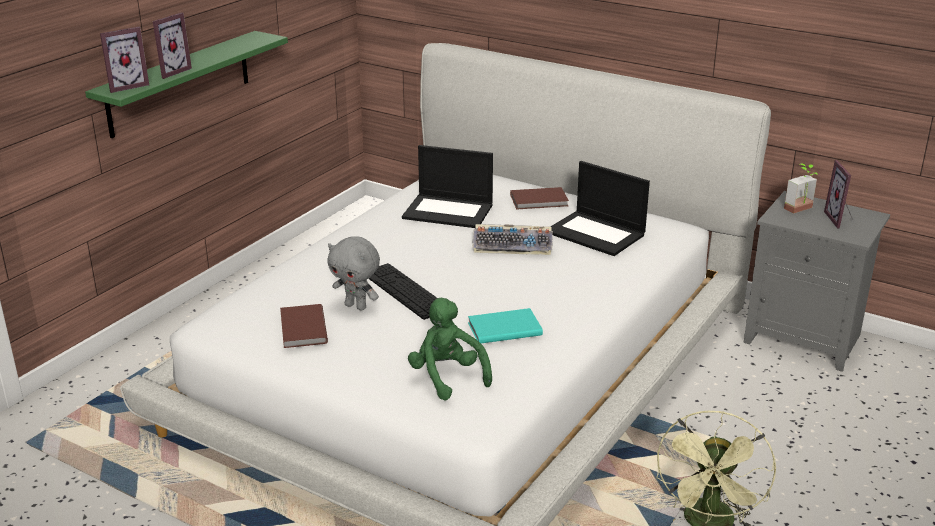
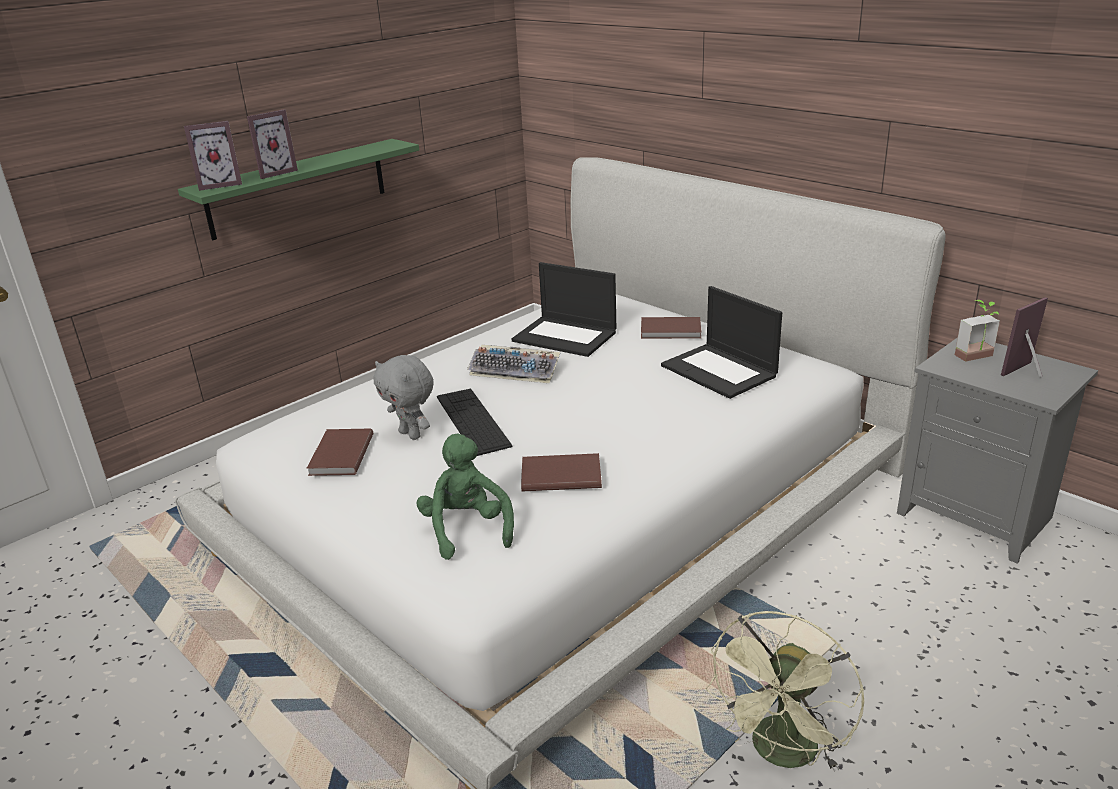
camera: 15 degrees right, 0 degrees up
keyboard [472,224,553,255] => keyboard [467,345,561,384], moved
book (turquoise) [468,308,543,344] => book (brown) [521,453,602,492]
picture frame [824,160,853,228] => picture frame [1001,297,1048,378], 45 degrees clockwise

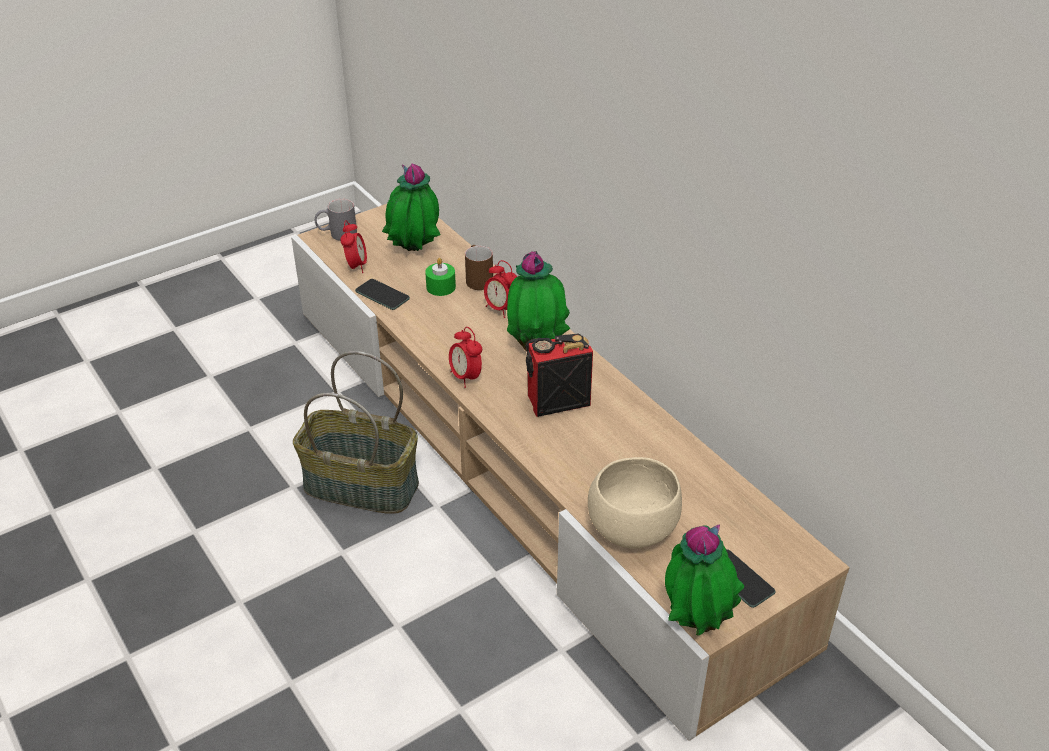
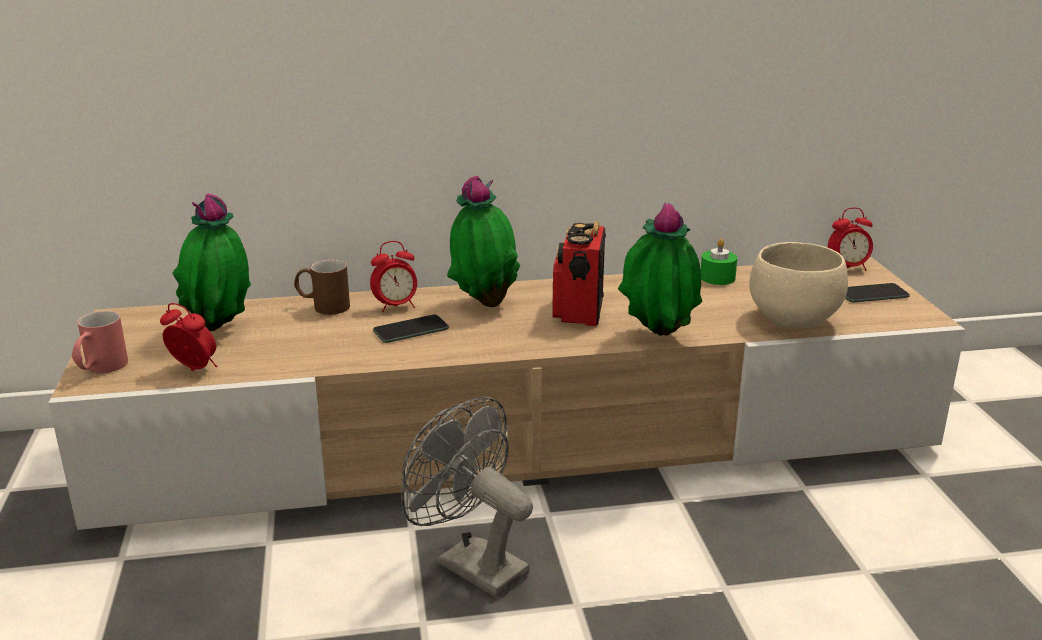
camera: 65 degrees left, 15 degrees down
phone [355,279,410,310] => phone [373,315,449,343], moved
candle (green) [425,258,456,296] => candle (green) [701,238,737,285], moved
alarm clock [449,327,482,388] => alarm clock [828,207,873,271], moved
potted plant [665,524,744,636] => potted plant [618,203,702,336], moved
basket [293,351,419,514] => fan (grey) [401,397,533,598]
mug (grey) [315,199,357,241] => mug (red) [72,311,128,373]

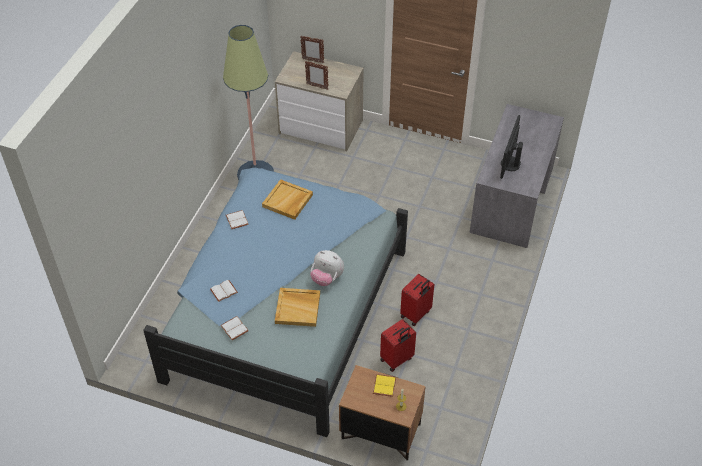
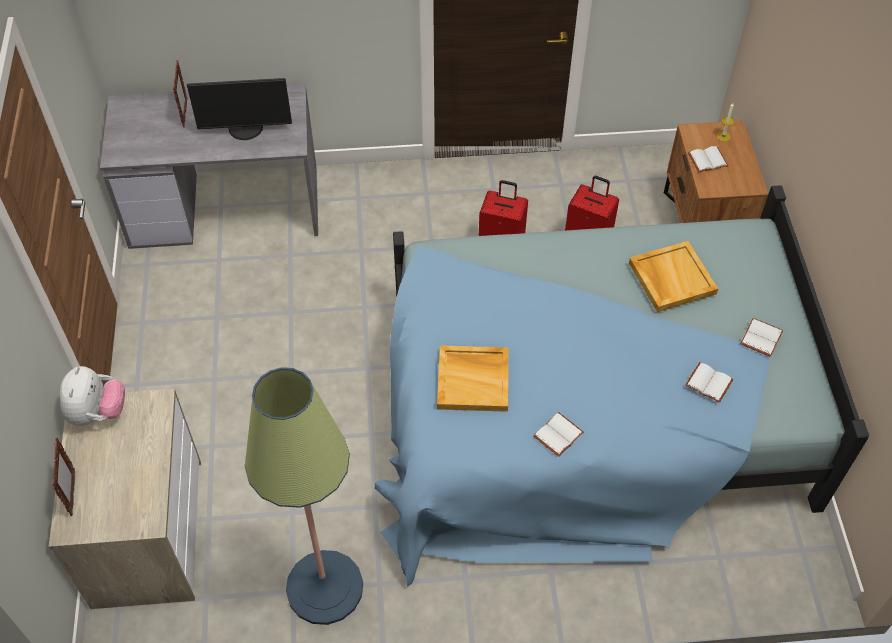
camera: 115 degrees left, 5 degrees up
picture frame [305,61,328,90] => picture frame [173,60,188,127], moved
plush toy [310,250,344,286] => plush toy [60,366,125,426], moved
book (yellow) [373,374,396,397] => book (white) [688,146,728,172]

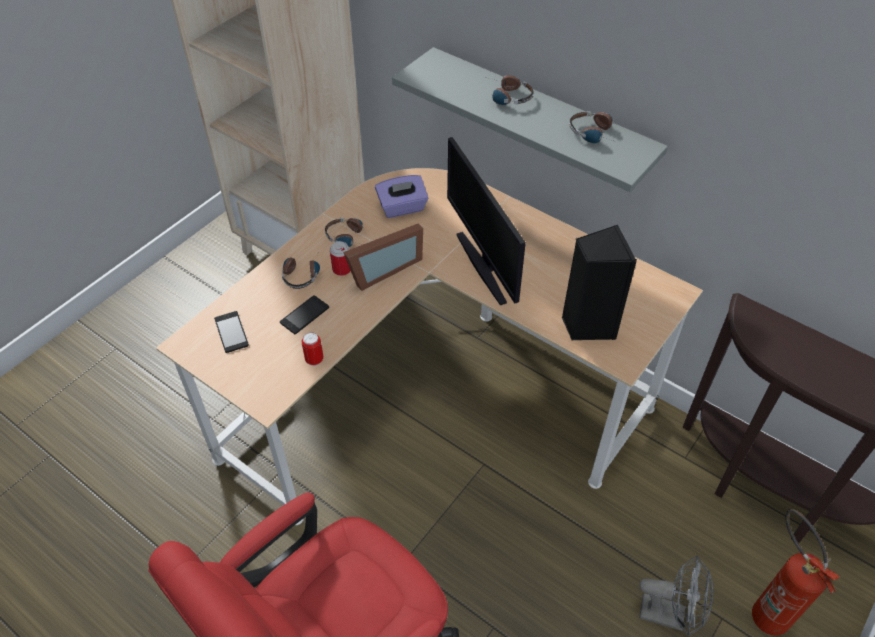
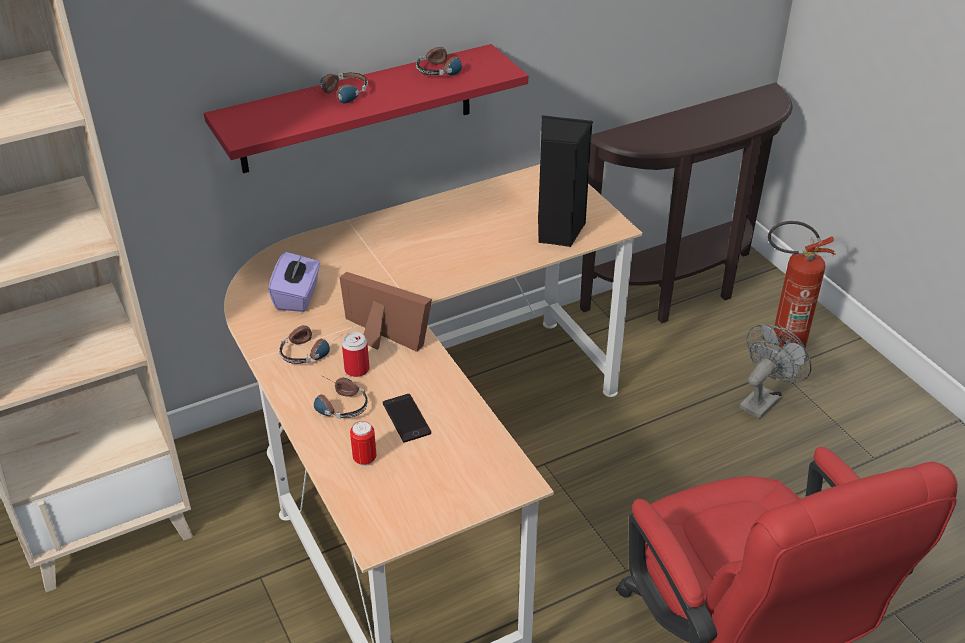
camera: 65 degrees left, 10 degrees down
phone [214,311,249,353] => nothing
monitor [447,137,526,305] => nothing
can [302,332,323,366] => can [350,421,376,466], moved
shelf (grey) [392,47,668,192] => shelf (red) [204,44,528,173]
picture frame [343,224,423,291] => picture frame [339,272,432,352], 45 degrees counterclockwise

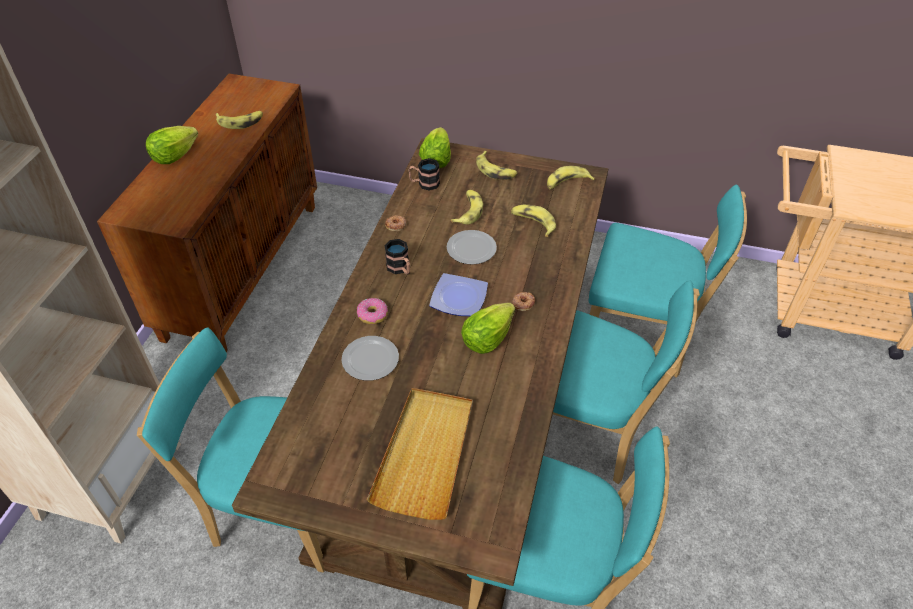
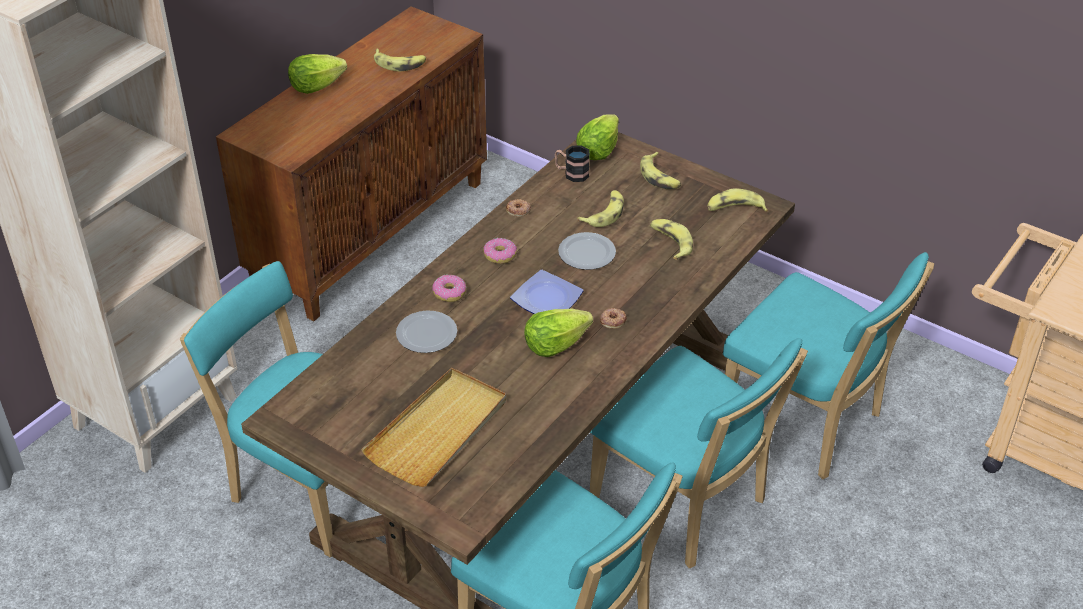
camera: 20 degrees right, 5 degrees down
mug [384,239,410,275] => donut [483,238,517,264]

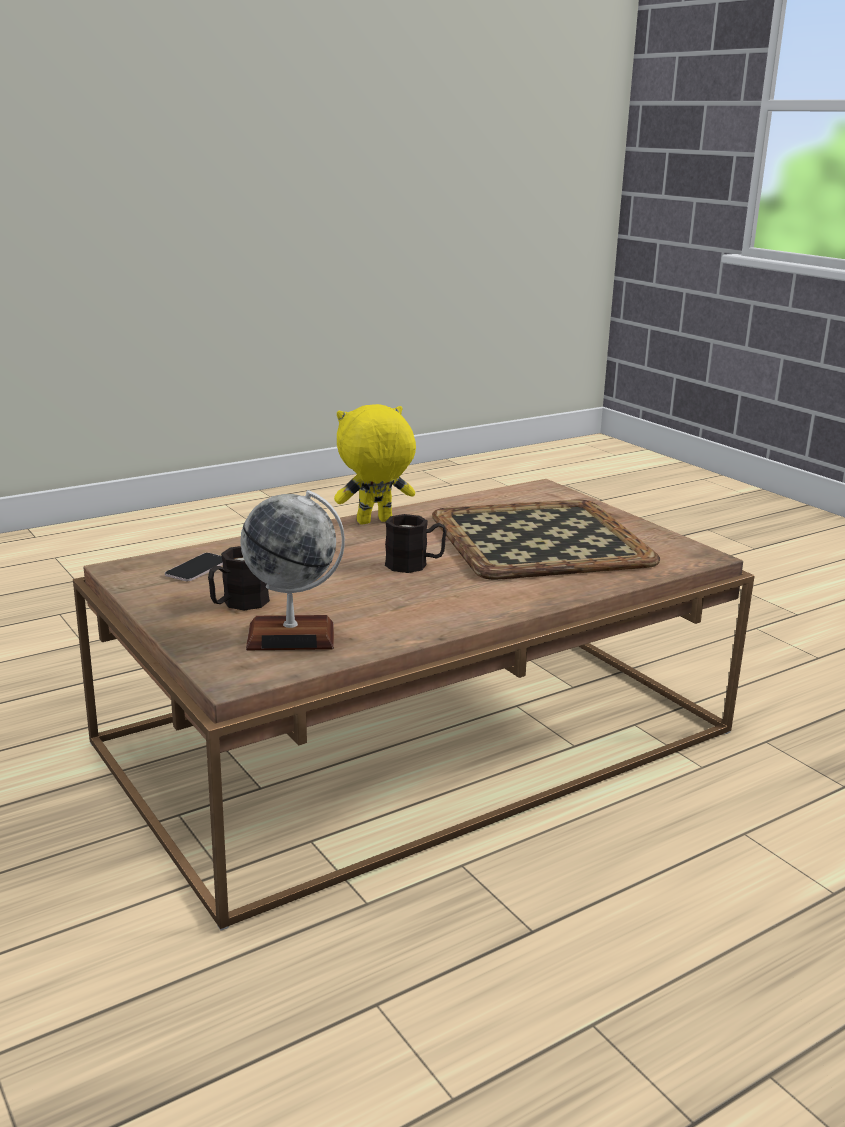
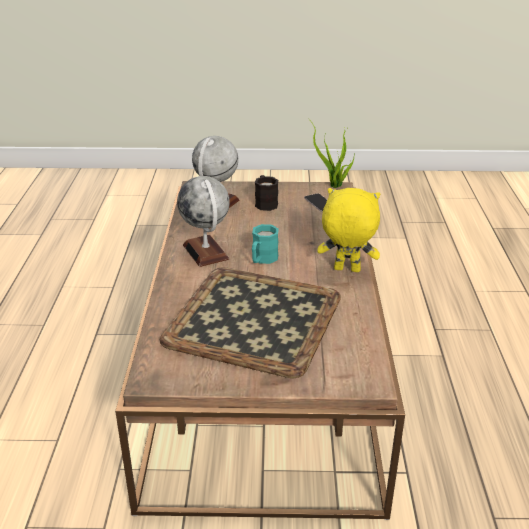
camera: 125 degrees right, 10 degrees up
nothing => globe [177,176,230,267]
nothing => potted plant [308,118,356,188]
mug (black) [385,514,447,573] => mug (turquoise) [252,224,279,264]
plush toy (yellow) [334,404,416,524] => plush toy (yellow) [317,188,380,272], 90 degrees counterclockwise

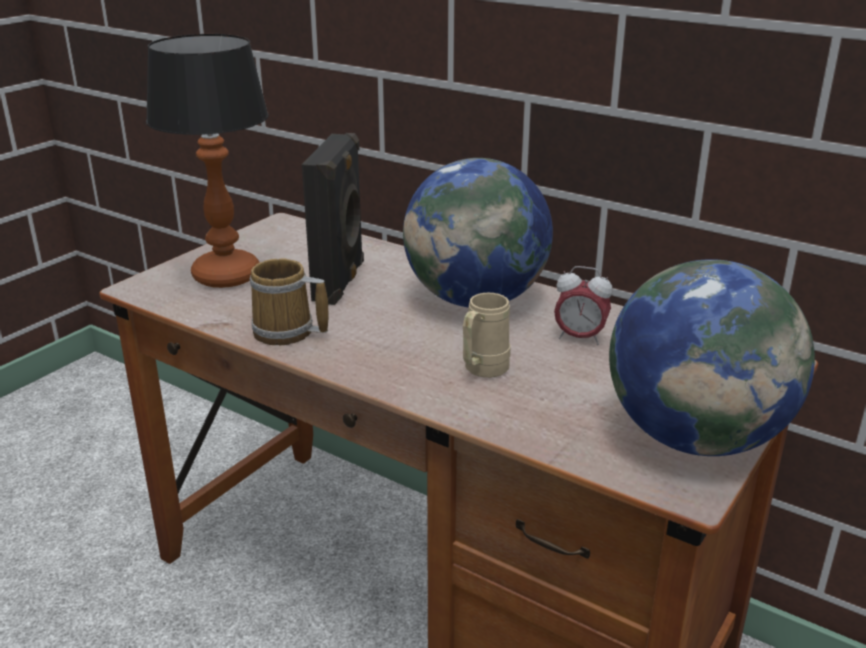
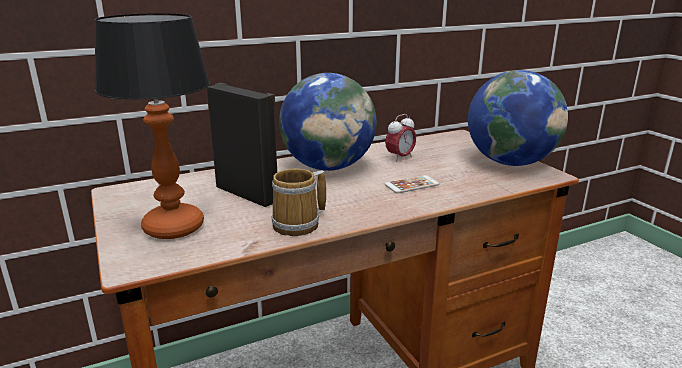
camera: 60 degrees left, 5 degrees down
mug (beige) [463,293,511,378] => phone [385,175,439,193]

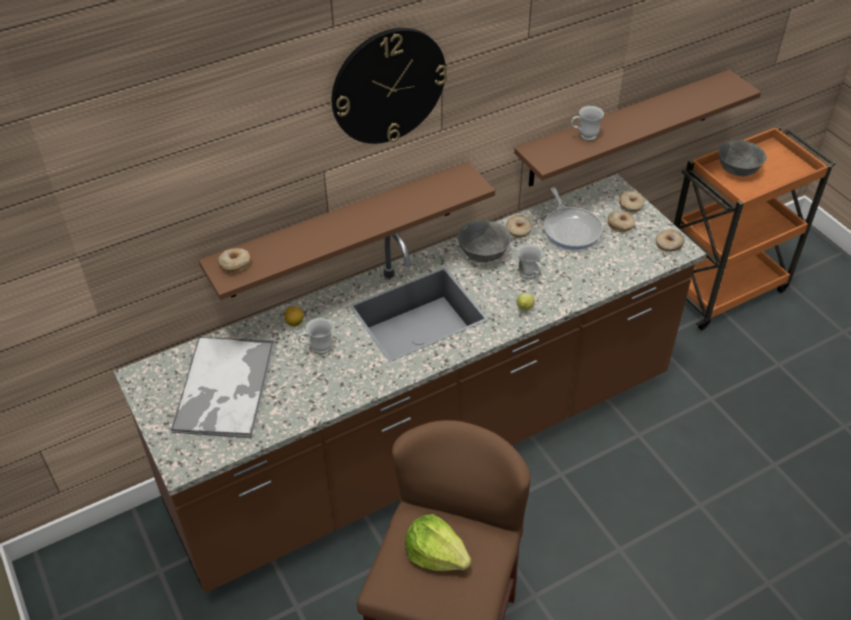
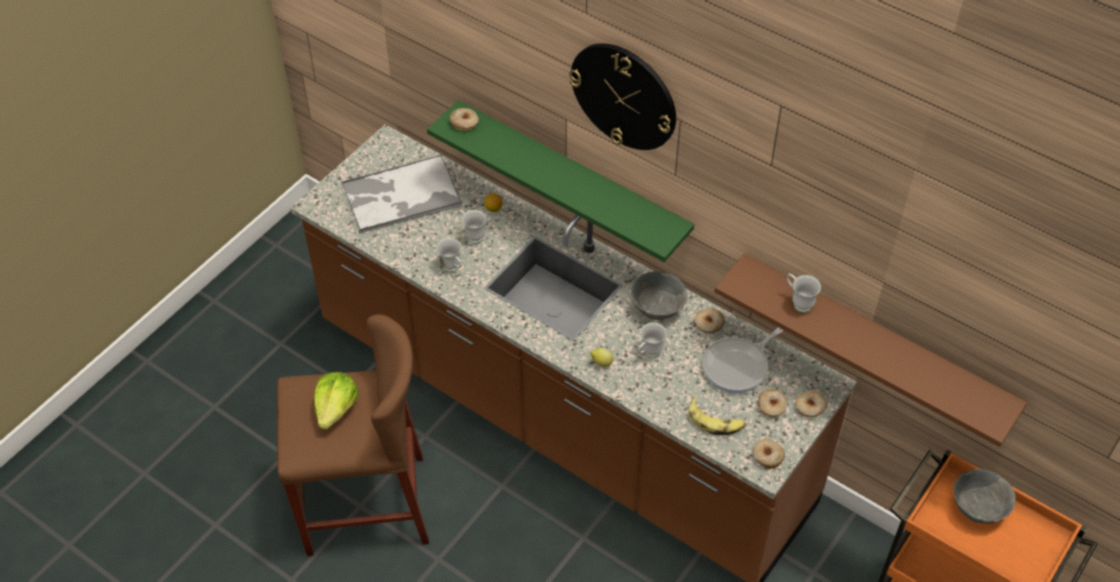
camera: 65 degrees right, 5 degrees up
nothing => mug (white) [436,238,462,272]
nothing => banana [688,397,745,435]
shelf (brown) [199,162,495,300] => shelf (green) [427,100,694,262]

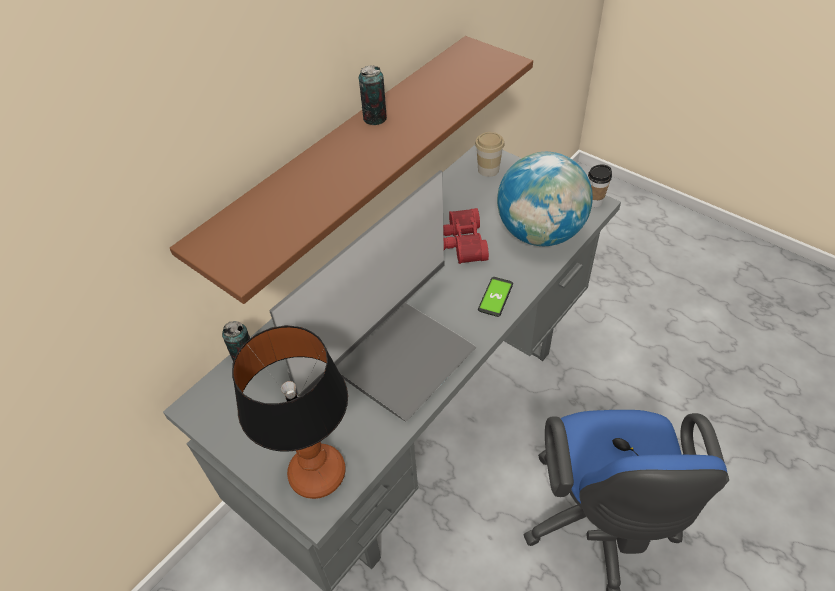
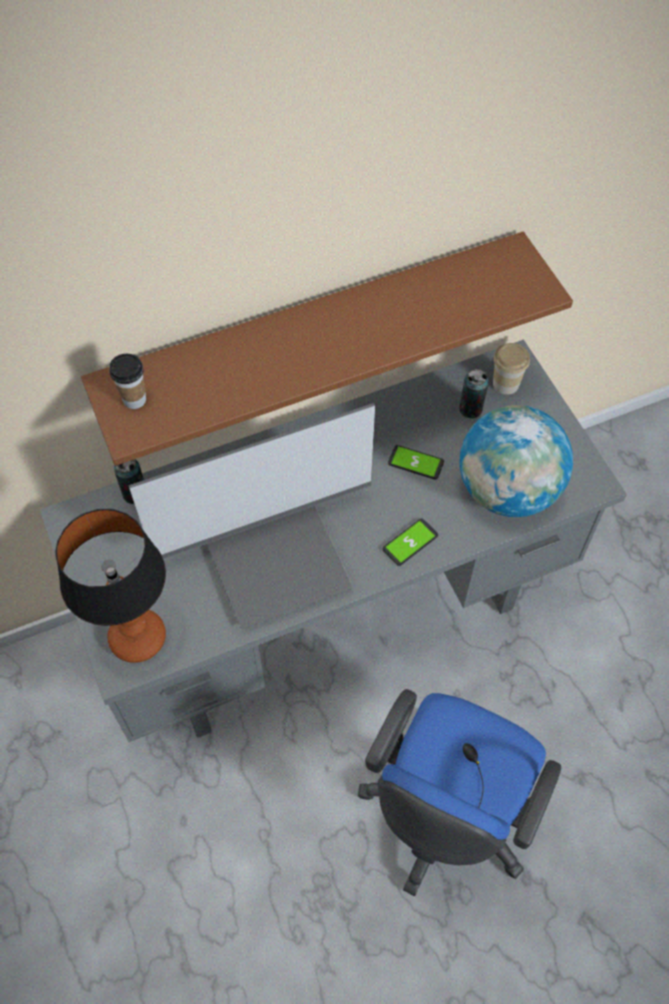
camera: 25 degrees right, 10 degrees up
can [359,65,387,125] => can [459,369,489,419], moved
cup [588,164,612,207] => cup [109,354,146,409], moved
binoculars (red) [443,208,489,264] => phone [388,445,444,480]

